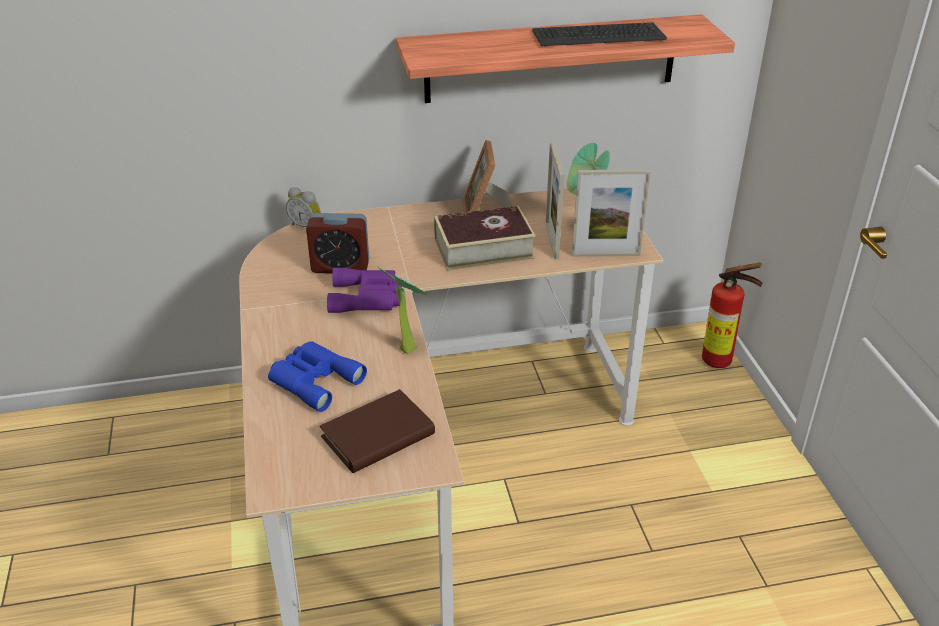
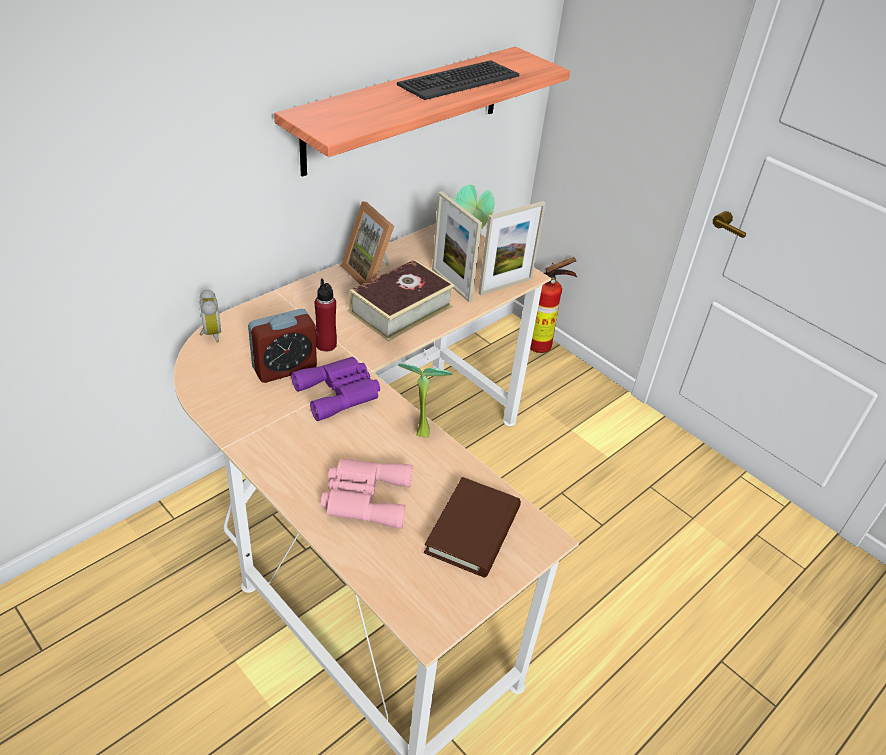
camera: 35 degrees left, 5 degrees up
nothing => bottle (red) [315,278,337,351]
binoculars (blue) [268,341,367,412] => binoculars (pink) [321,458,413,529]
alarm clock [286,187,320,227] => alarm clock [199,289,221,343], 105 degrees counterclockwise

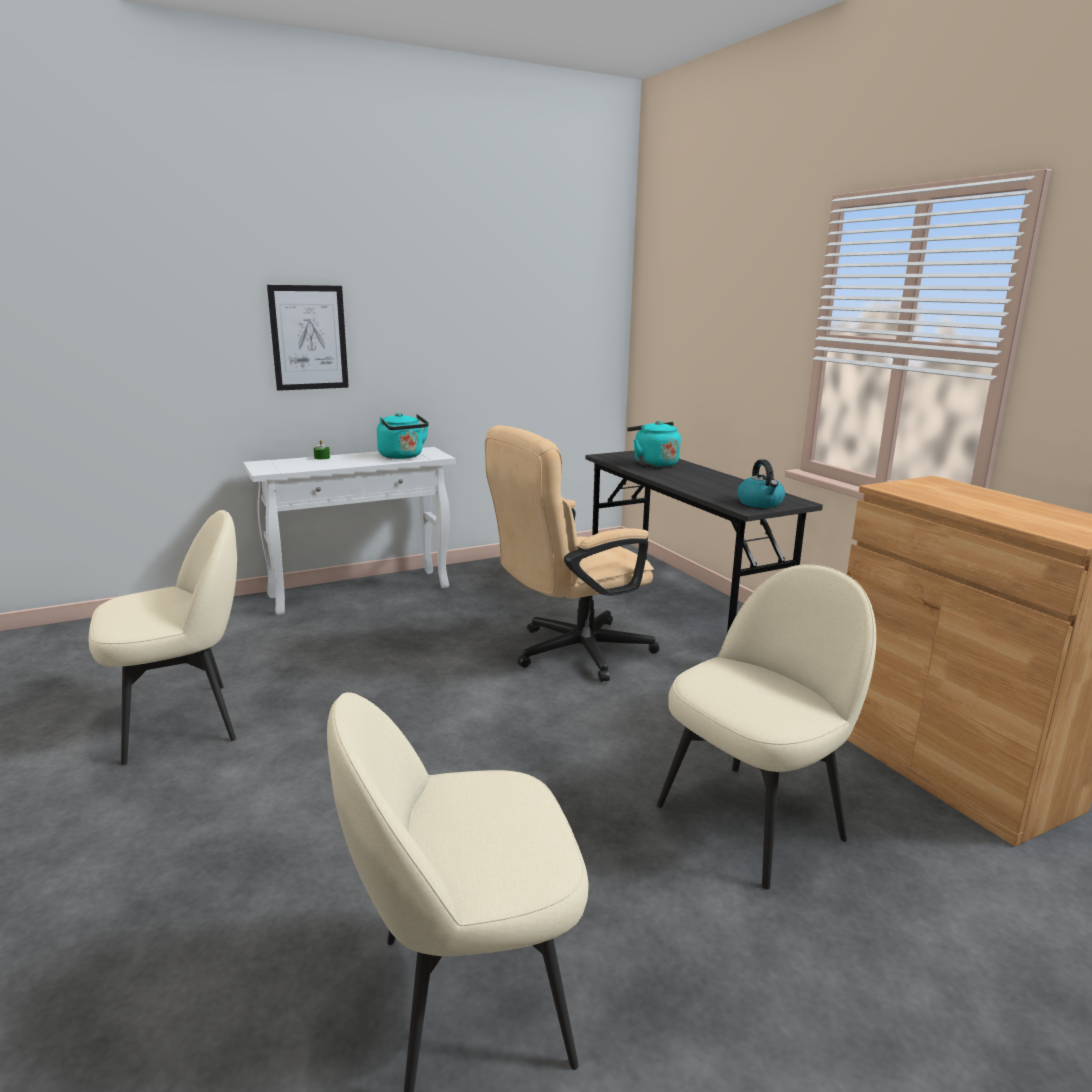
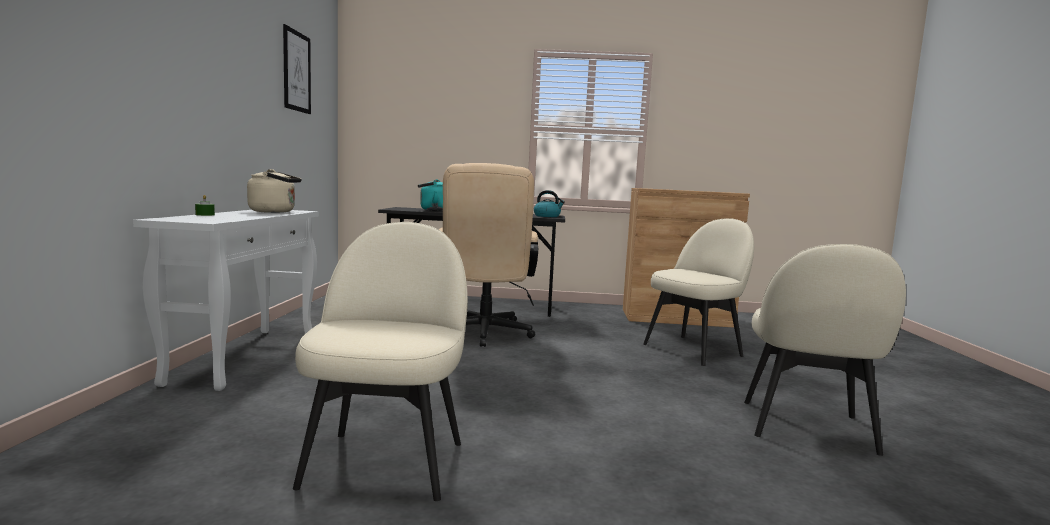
camera: 60 degrees left, 10 degrees down
picture [267,285,349,391] => picture [283,24,311,114], moved
kettle (turquoise) [377,413,429,459] => kettle (beige) [247,169,302,213]
chair (beige) [657,564,876,889] => chair (beige) [643,218,754,366], 60 degrees clockwise

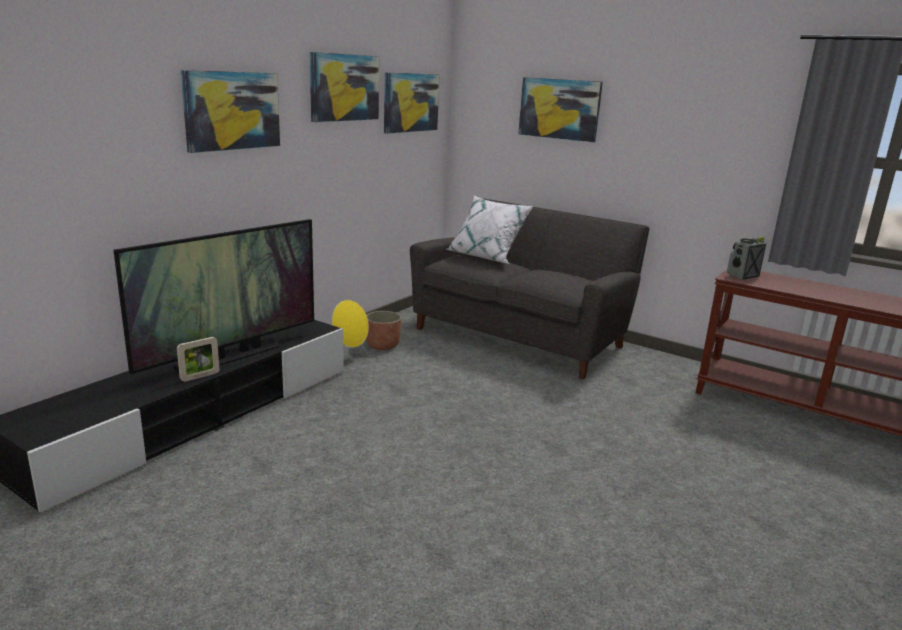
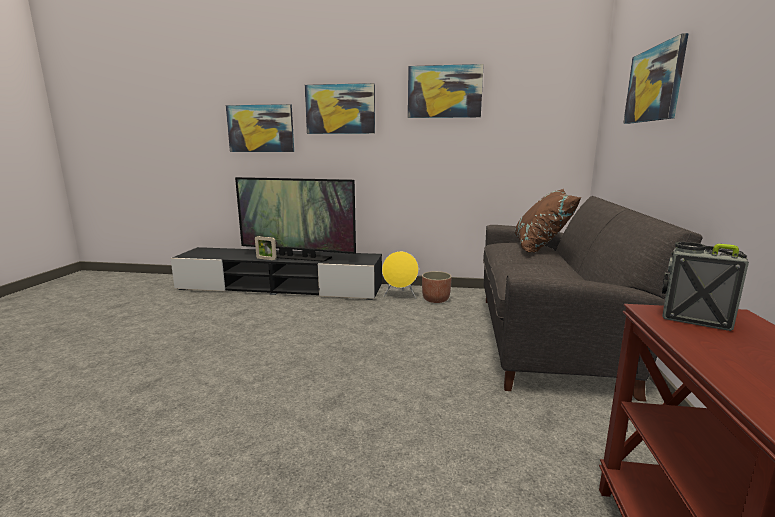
camera: 65 degrees right, 5 degrees down
picture [384,72,439,134] => picture [226,104,294,152], moved
pillow (white) [447,196,534,264] => pillow (brown) [514,189,581,253]

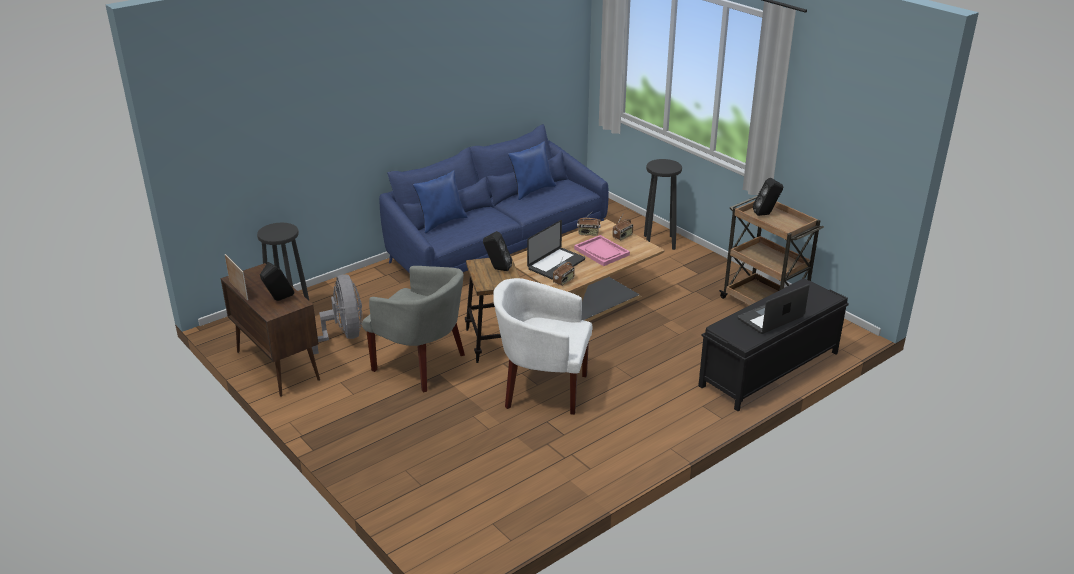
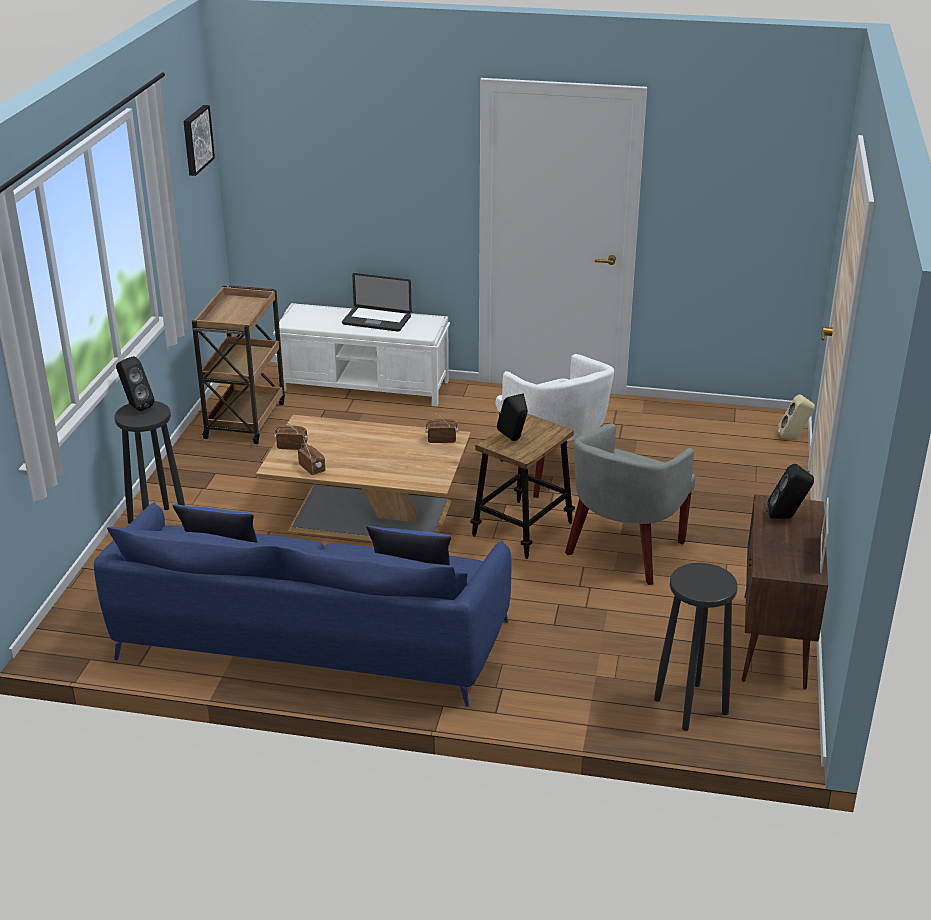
camera: 130 degrees left, 0 degrees up
fan (grey) [312,274,362,354] => nothing
laptop [527,220,585,279] => nothing
tray (pink) [574,235,630,266] => nothing
nothing => picture [183,105,215,176]
nothing => speaker (beige) [778,394,815,438]
speaker (black) [753,178,783,216] => speaker (black) [116,356,155,412], moved
bench (black) [698,279,849,411] => bench (white) [273,303,450,406]
armchair (grey) [362,266,465,393] => armchair (grey) [565,423,695,585], 135 degrees counterclockwise

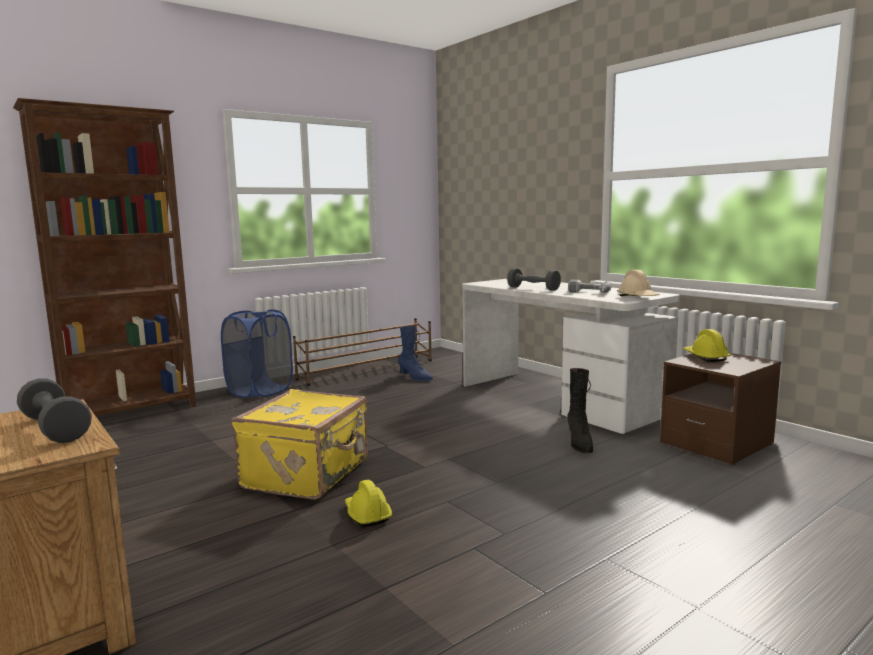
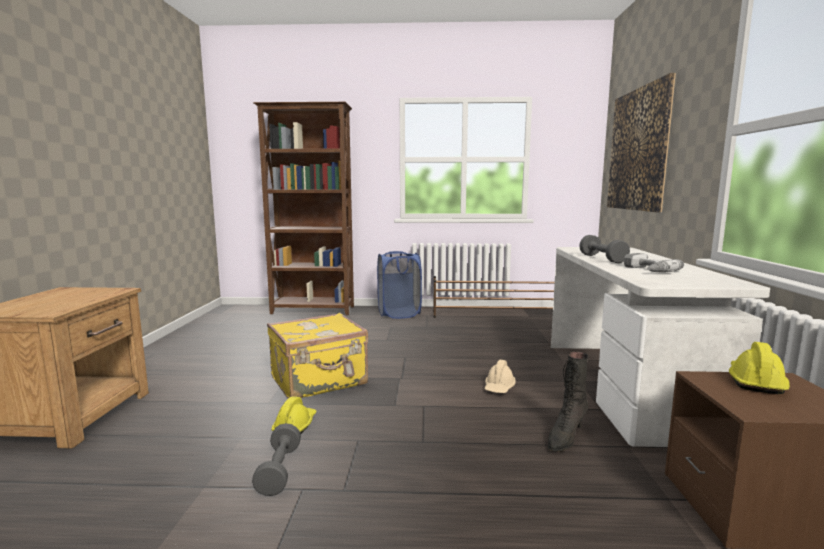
camera: 40 degrees right, 0 degrees up
boot (blue) [398,326,433,381] => nothing
nothing => picture [607,73,676,212]
dumbbell (grey) [17,379,92,443] => dumbbell (grey) [252,423,301,496], moved
hard hat (beige) [617,270,660,296] => hard hat (beige) [485,360,516,393], moved

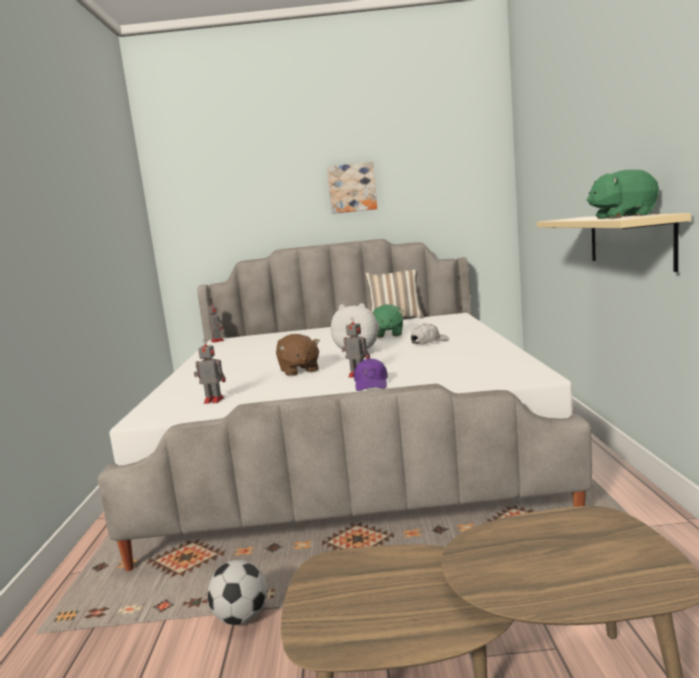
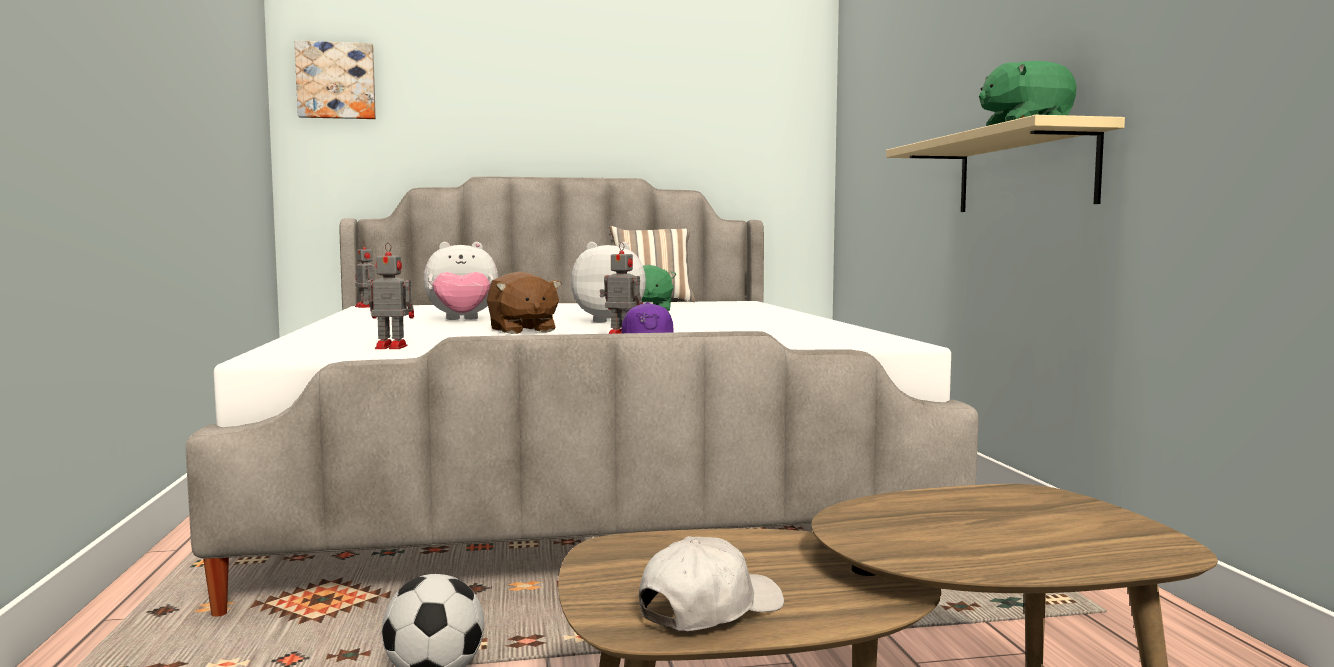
camera: 10 degrees left, 5 degrees down
nothing => plush toy [424,242,498,320]
picture [327,162,377,214] => picture [295,41,376,119], moved
cap (white) [411,324,449,344] => cap (white) [639,536,784,631], moved

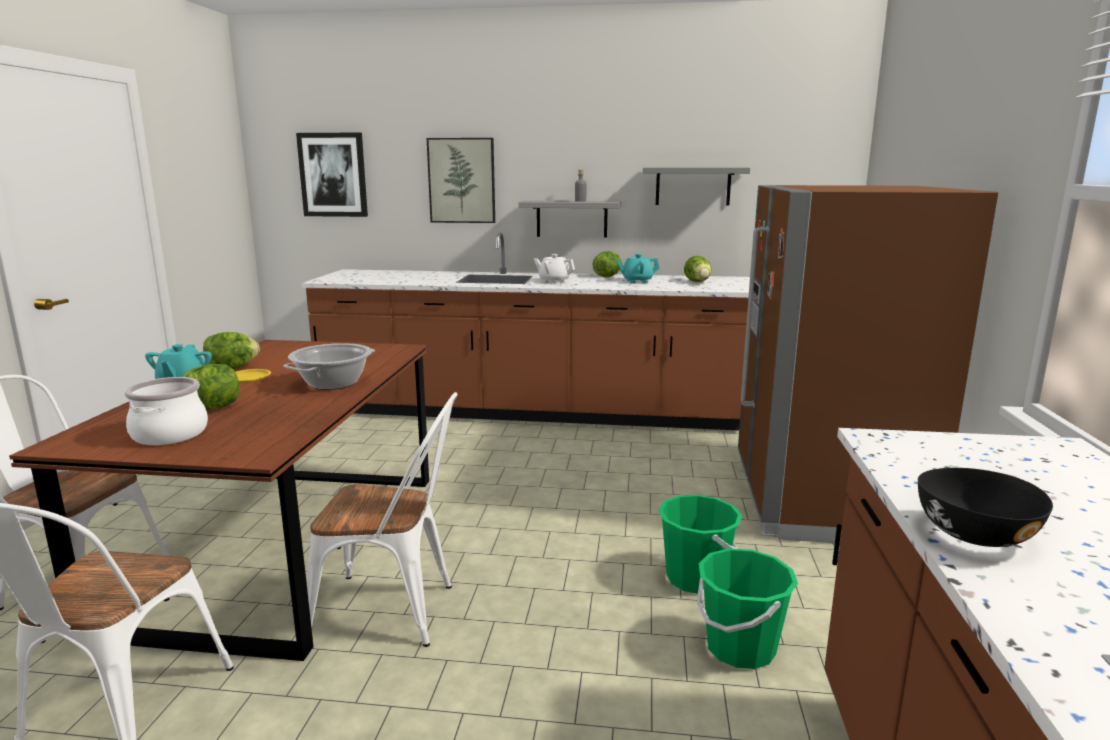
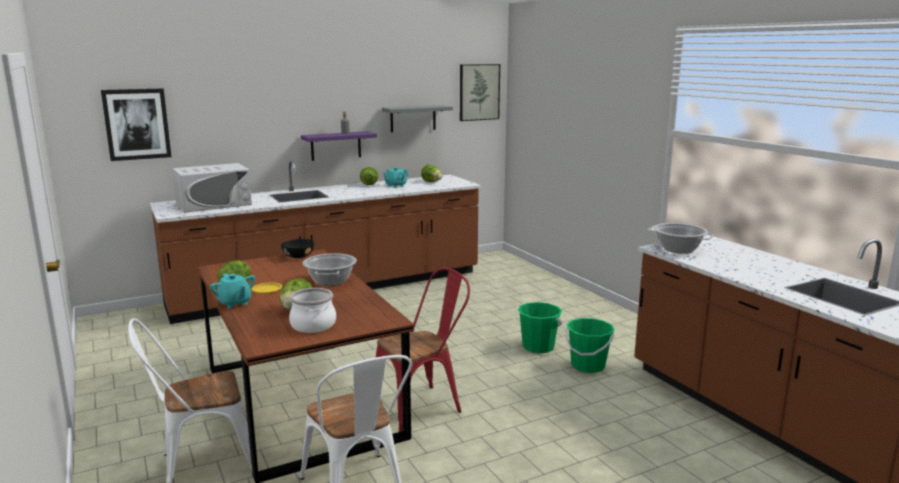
camera: 35 degrees left, 0 degrees up
teapot (white) [534,254,575,284] => nothing
fridge (brown) [738,185,998,543] => nothing
nothing => microwave (white) [172,163,252,213]
nothing => cooking pot [648,223,714,254]
picture [427,138,495,223] => picture [460,64,500,121], moved
bowl (black) [918,468,1053,547] => bowl (black) [281,239,314,258], moved
chair (white) [307,392,458,647] => chair (red) [376,268,470,432]
shelf (grey) [518,201,621,238] => shelf (purple) [301,131,377,161]

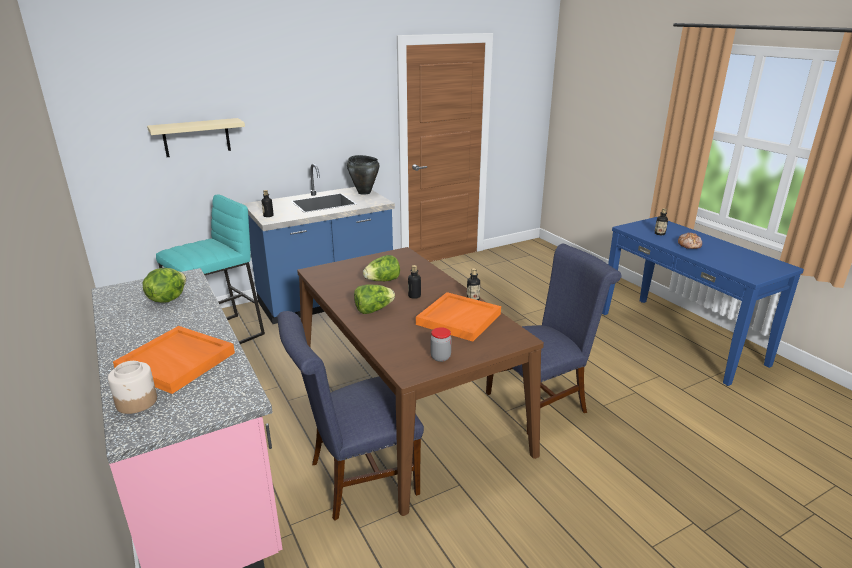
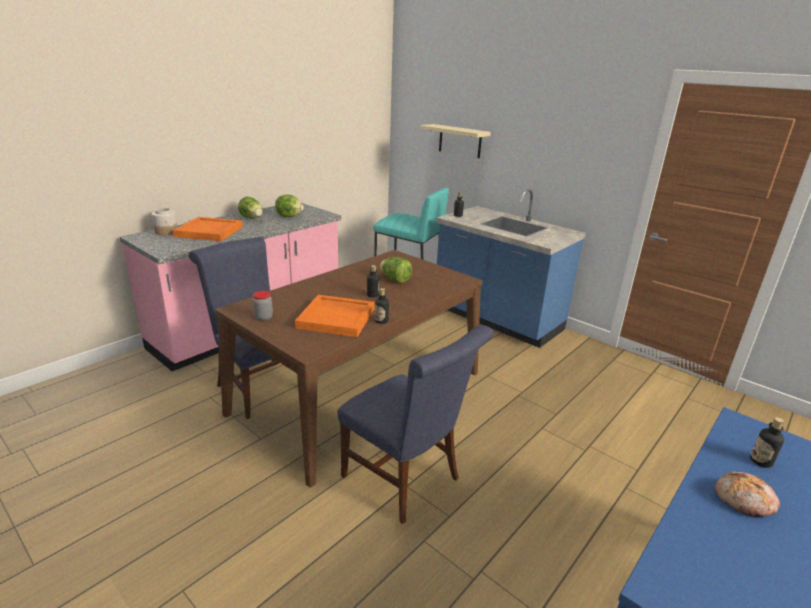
camera: 70 degrees right, 0 degrees up
cooking pot (black) [347,155,380,195] => nothing
lettuce [354,284,395,314] => lettuce [238,197,263,218], moved

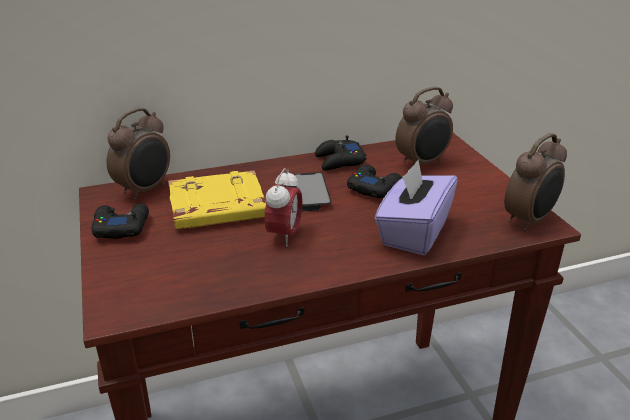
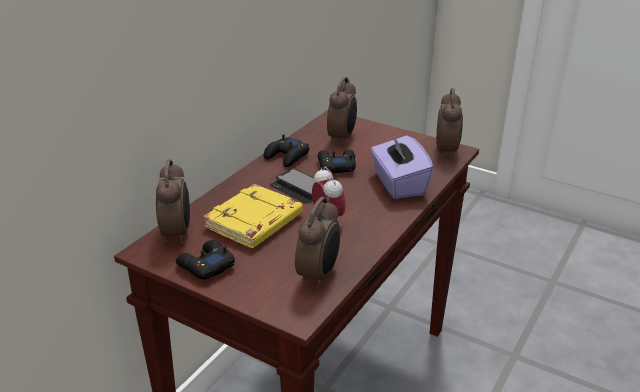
camera: 40 degrees left, 0 degrees up
nothing => alarm clock [295,197,340,289]

